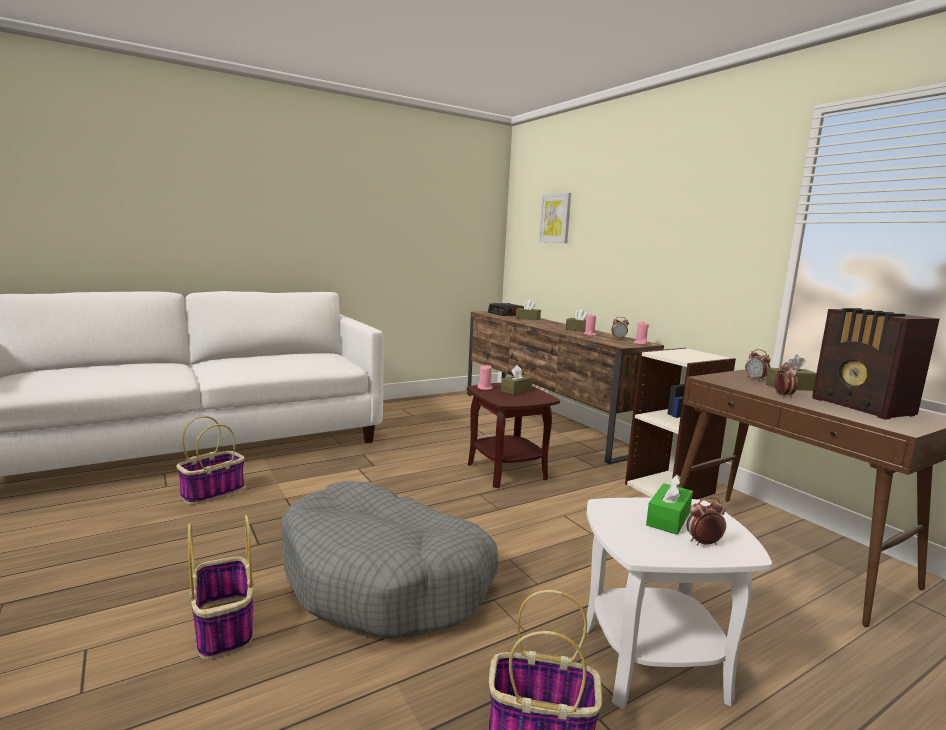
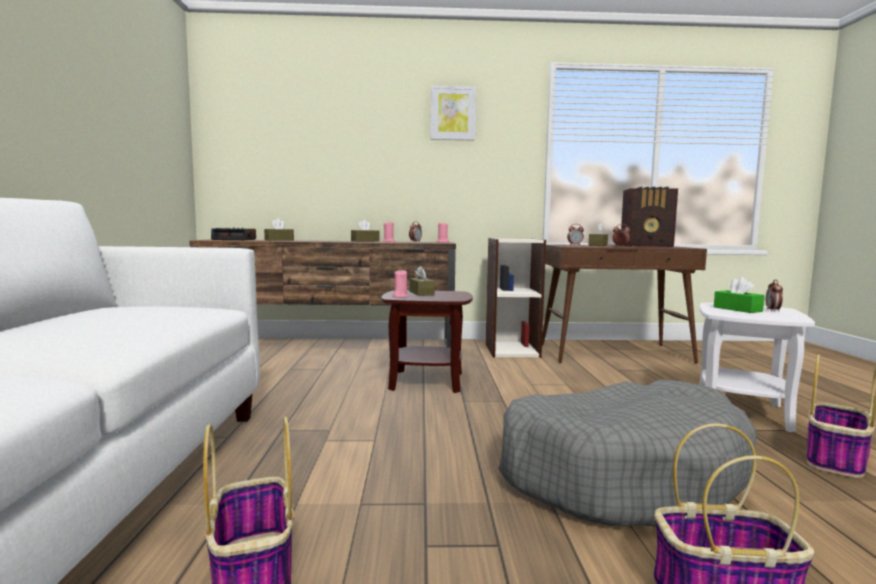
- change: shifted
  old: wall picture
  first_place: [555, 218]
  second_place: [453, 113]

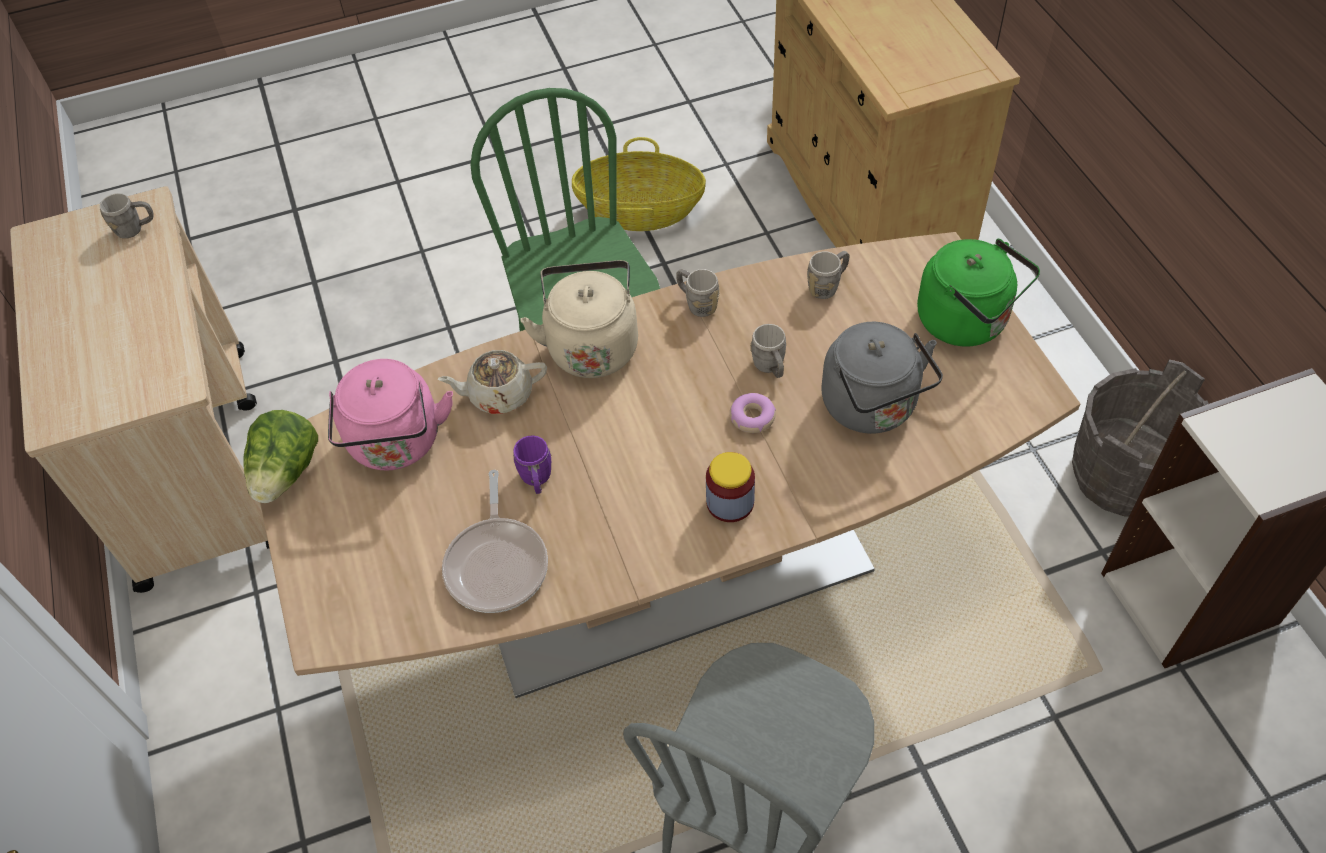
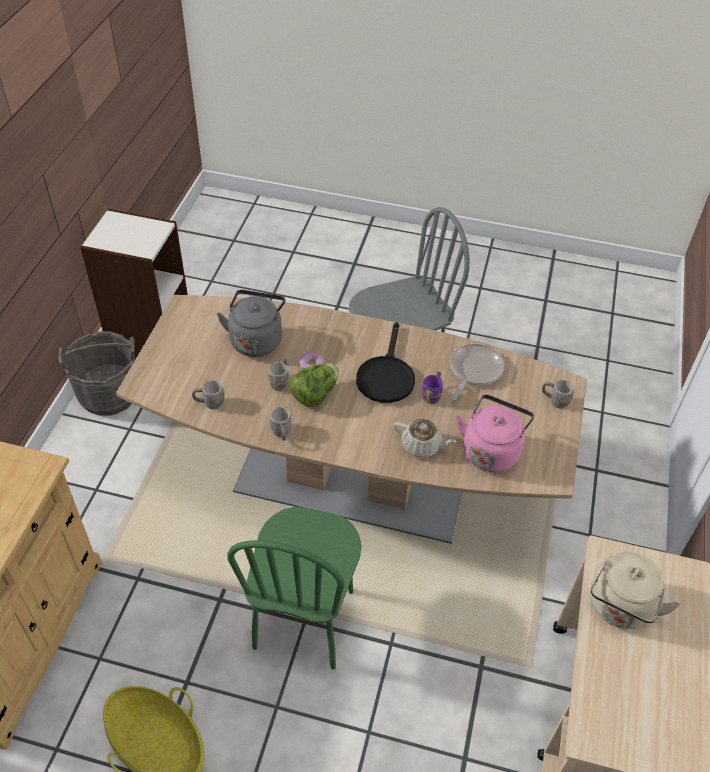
- change: gone
  old: storage jar
  first_place: [730, 502]
- change: gone
  old: tea kettle in green-coloured
  first_place: [967, 322]
- change: new
  new: skillet in black
  second_place: [386, 375]
- change: shifted
  old: mug in gray
  first_place: [135, 229]
  second_place: [555, 400]
- change: shifted
  old: head of lettuce
  first_place: [287, 473]
  second_place: [315, 394]
- change: shifted
  old: tea kettle in beige
  first_place: [591, 345]
  second_place: [619, 608]

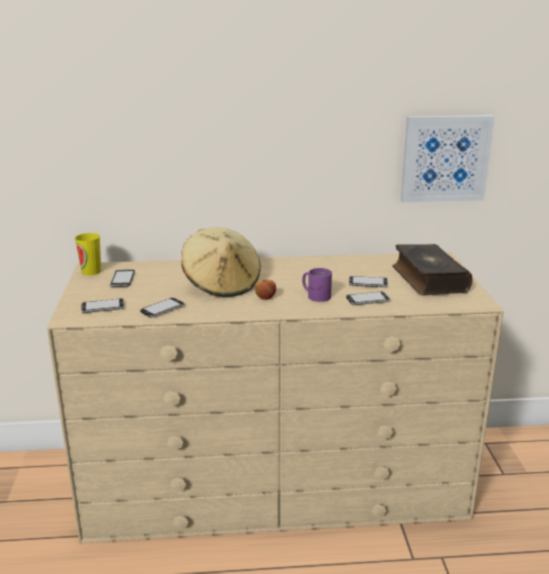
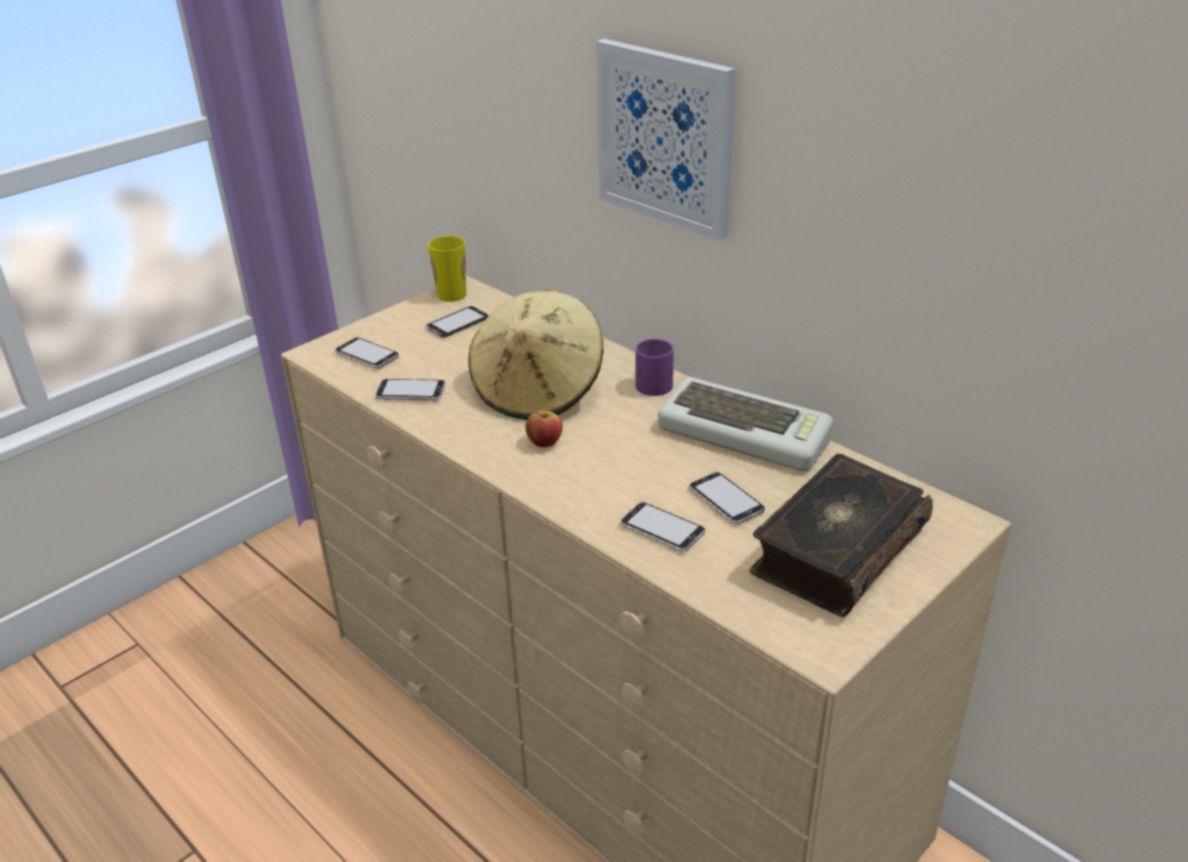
- change: new
  new: computer keyboard
  second_place: [746, 434]
- change: shifted
  old: mug in purplish
  first_place: [316, 295]
  second_place: [655, 381]
- change: shifted
  old: wall picture
  first_place: [445, 158]
  second_place: [665, 137]

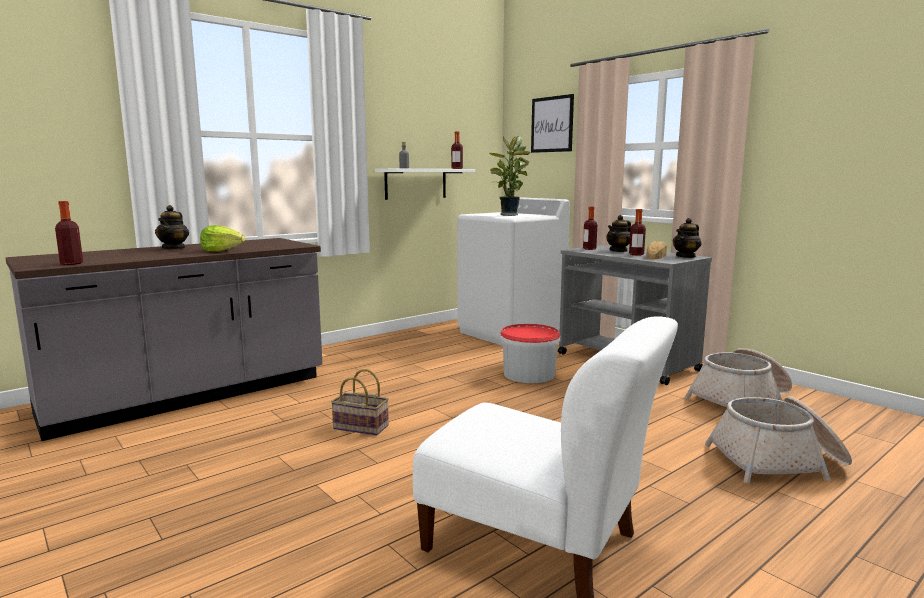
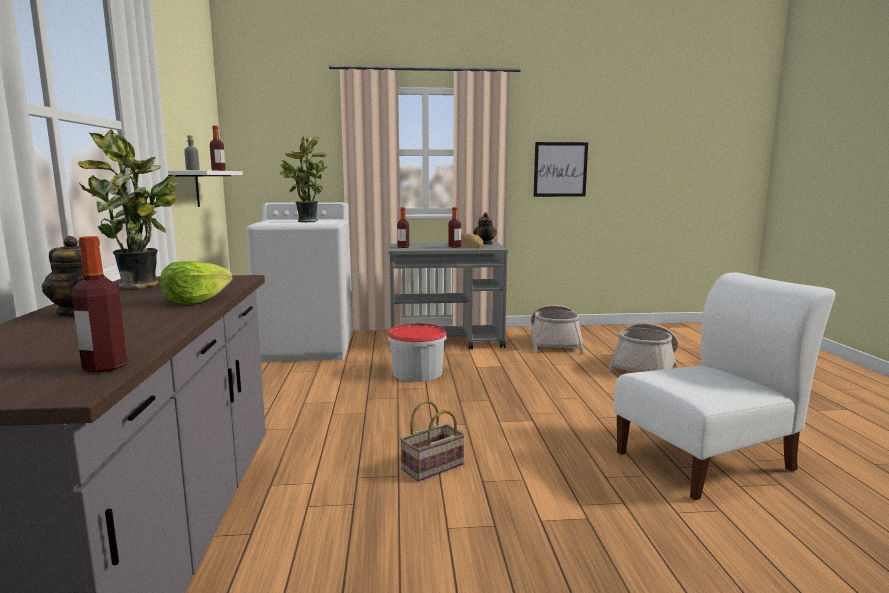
- change: gone
  old: pot for tea
  first_place: [618, 250]
- change: new
  new: houseplant
  second_place: [143, 286]
- change: shifted
  old: wall picture
  first_place: [552, 124]
  second_place: [560, 169]

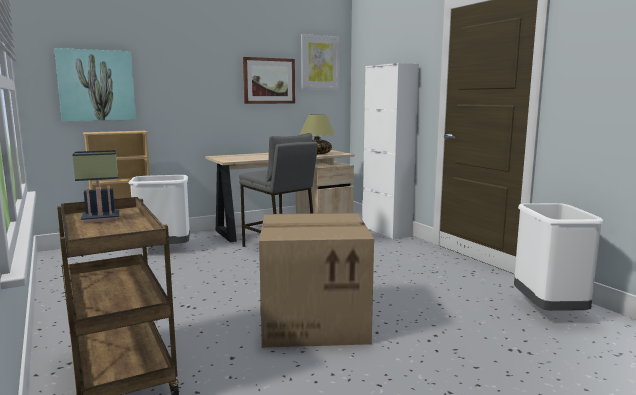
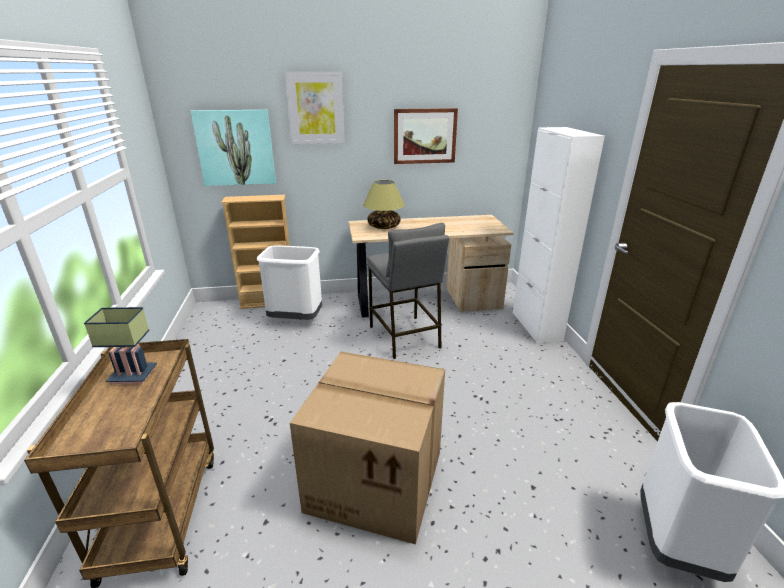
- change: shifted
  old: table lamp
  first_place: [317, 153]
  second_place: [384, 226]
- change: shifted
  old: wall picture
  first_place: [319, 62]
  second_place: [315, 108]

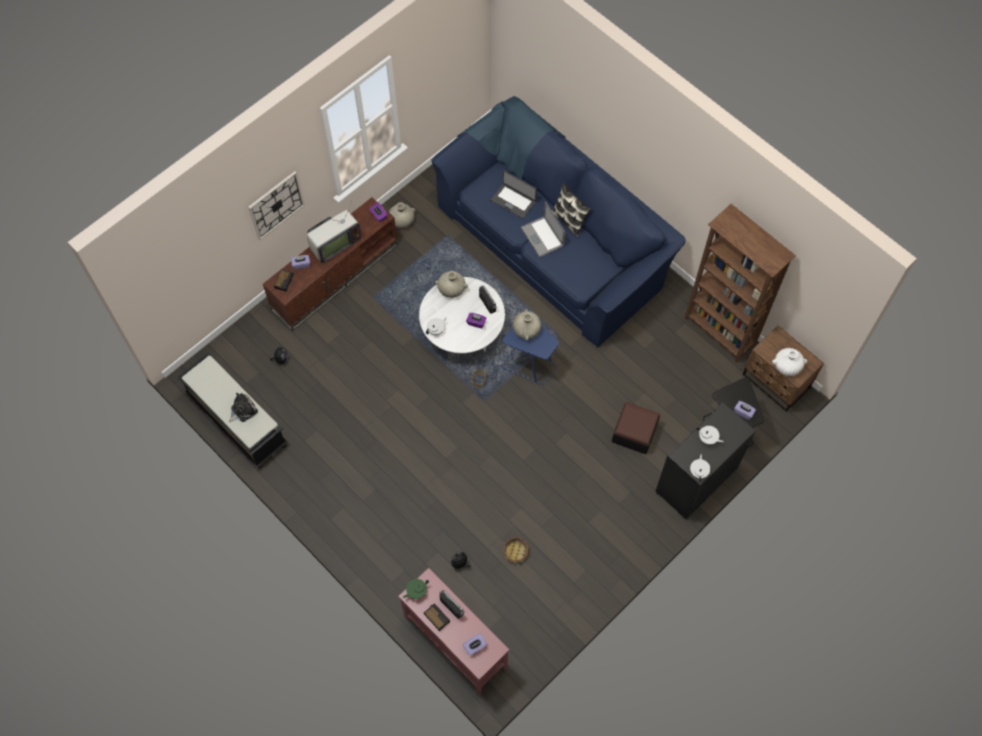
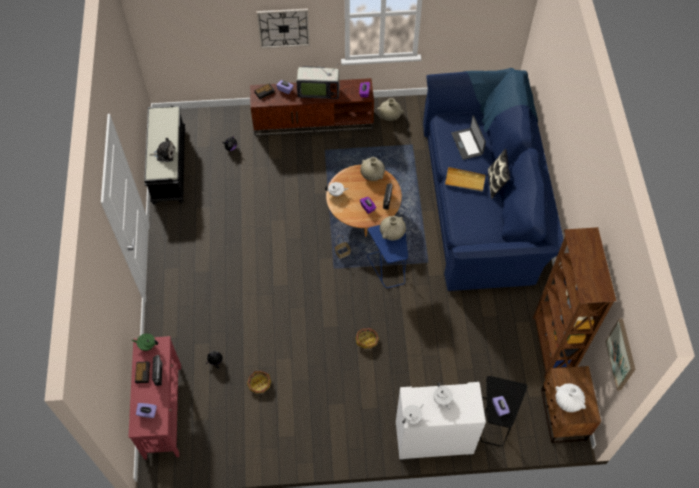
- change: gone
  old: pouffe
  first_place: [634, 432]
- change: new
  new: storage basket
  second_place: [367, 340]
- change: new
  new: wall picture
  second_place: [621, 354]
- change: swapped
  old: laptop
  new: carrying tray in beige
  first_place: [542, 236]
  second_place: [465, 180]
- change: repainted
  old: low table in white-coloured
  new: low table in brown-coloured
  first_place: [462, 331]
  second_place: [363, 213]
- change: repainted
  old: storage cabinet in black
  new: storage cabinet in white-coloured
  first_place: [696, 481]
  second_place: [433, 438]

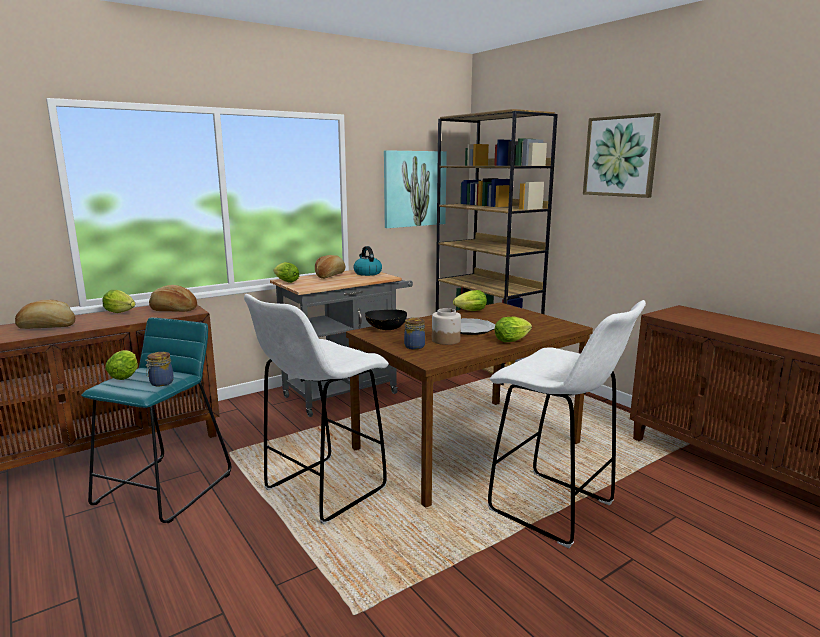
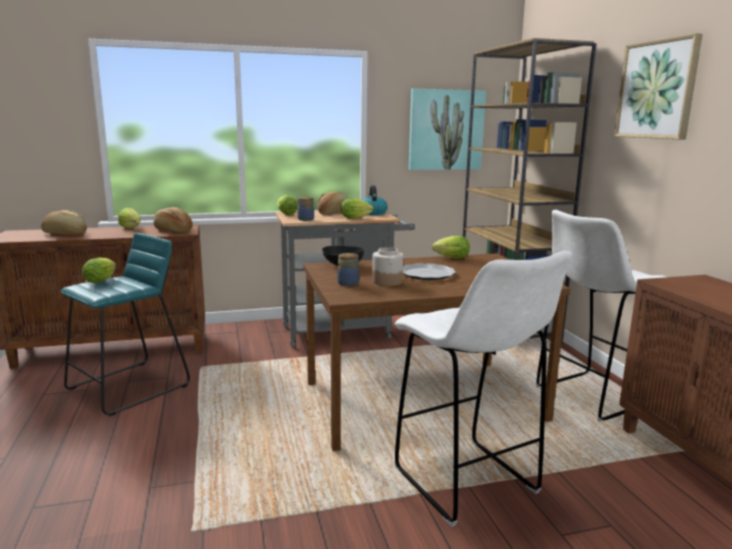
- change: shifted
  old: storage jar
  first_place: [160, 383]
  second_place: [305, 219]
- change: shifted
  old: stool in white-coloured
  first_place: [322, 490]
  second_place: [589, 397]
- change: shifted
  old: head of lettuce
  first_place: [513, 340]
  second_place: [357, 218]

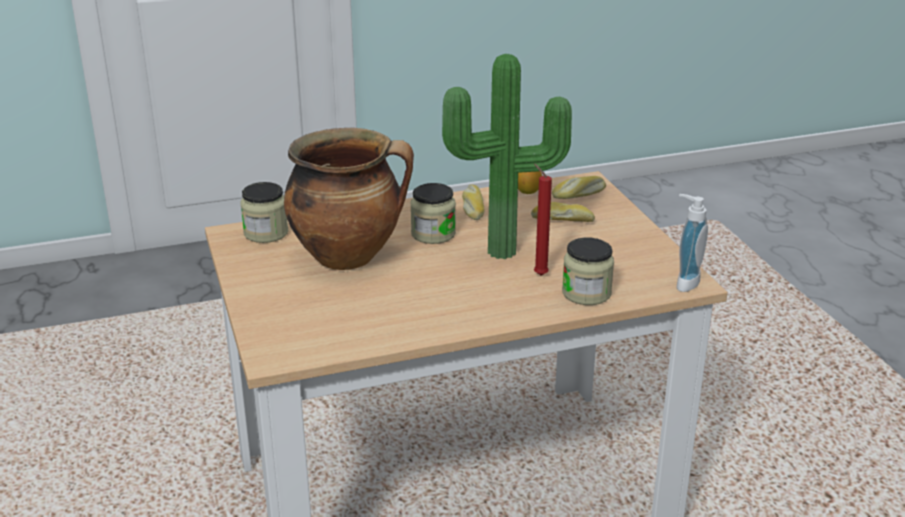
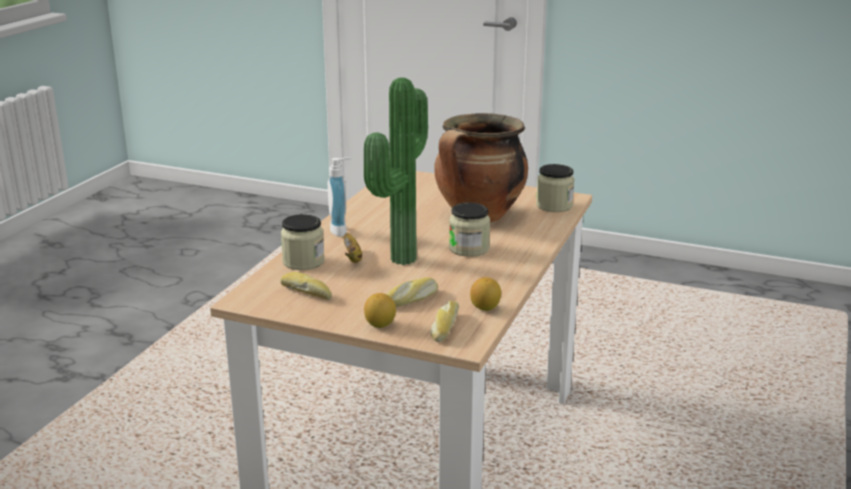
- change: new
  new: lemon
  second_place: [380, 325]
- change: shifted
  old: bakery bread
  first_place: [472, 208]
  second_place: [307, 292]
- change: shifted
  old: soap bottle
  first_place: [683, 282]
  second_place: [342, 230]
- change: swapped
  old: wax light in red
  new: banana fruit
  first_place: [538, 274]
  second_place: [353, 258]

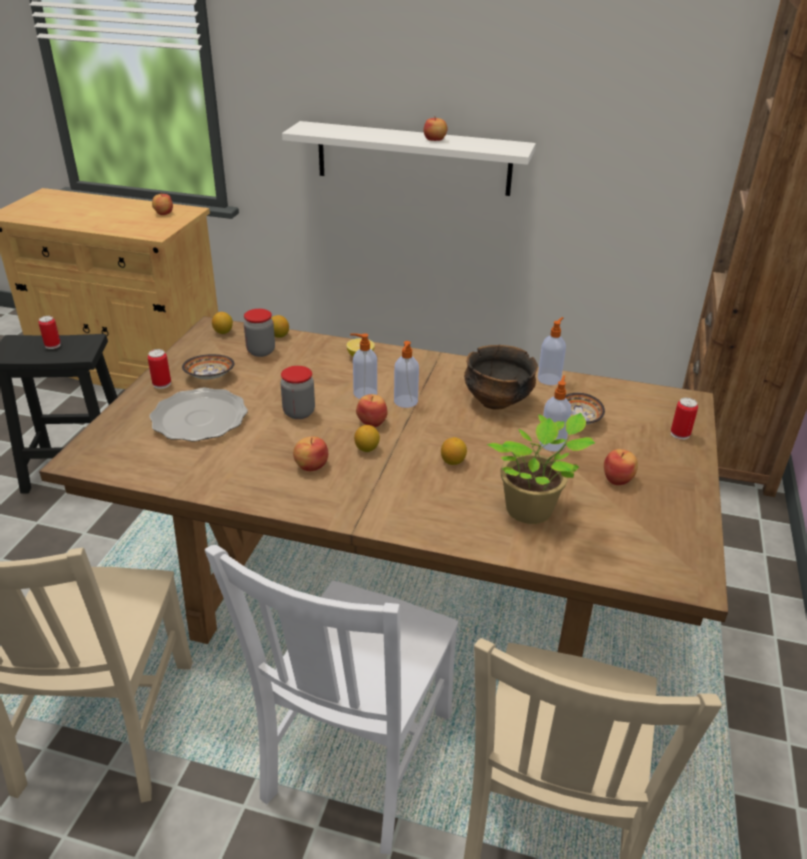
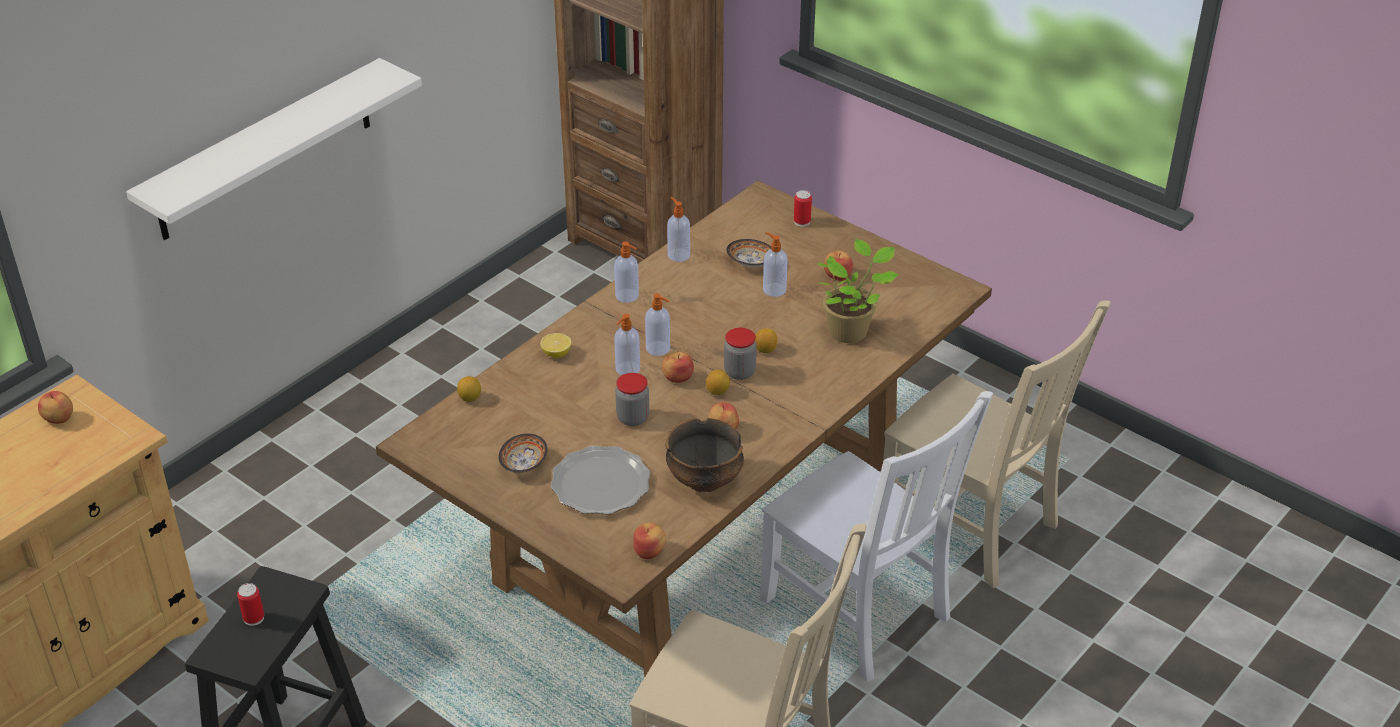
- change: gone
  old: sealed can
  first_place: [162, 384]
- change: gone
  old: lemon
  first_place: [223, 332]
- change: new
  new: soap bottle
  second_place: [627, 296]
- change: shifted
  old: storage jar
  first_place: [261, 351]
  second_place: [739, 372]
- change: shifted
  old: whole apple
  first_place: [435, 140]
  second_place: [649, 551]
- change: shifted
  old: serving bowl
  first_place: [496, 401]
  second_place: [704, 480]

